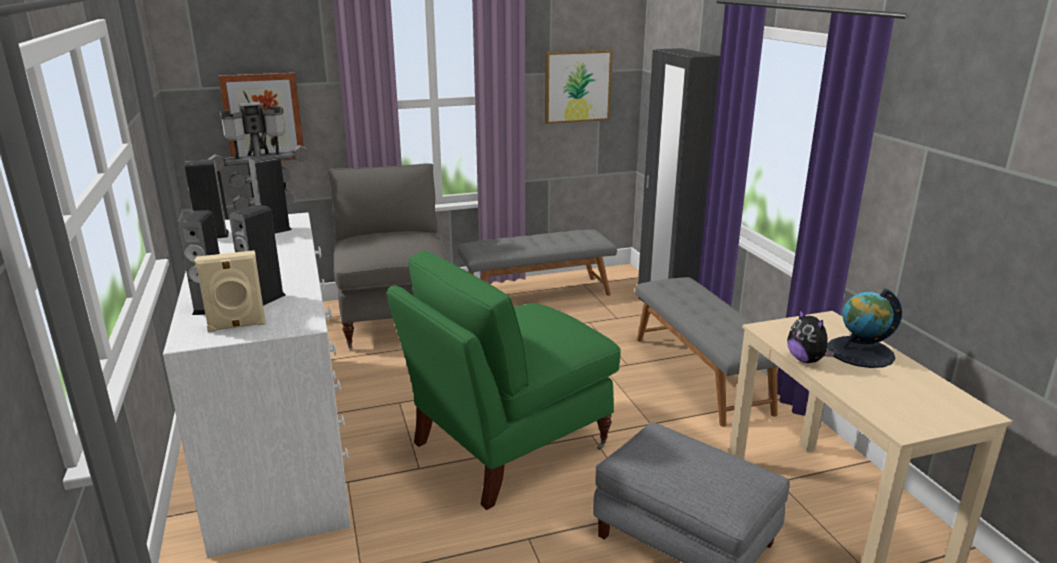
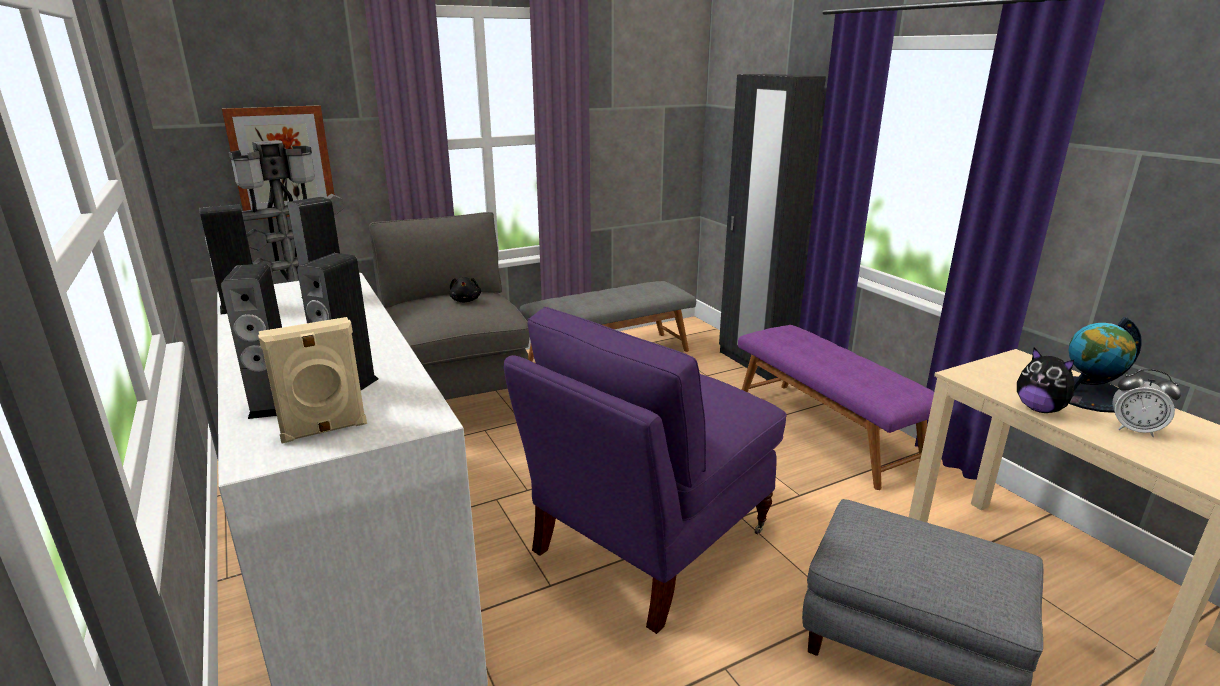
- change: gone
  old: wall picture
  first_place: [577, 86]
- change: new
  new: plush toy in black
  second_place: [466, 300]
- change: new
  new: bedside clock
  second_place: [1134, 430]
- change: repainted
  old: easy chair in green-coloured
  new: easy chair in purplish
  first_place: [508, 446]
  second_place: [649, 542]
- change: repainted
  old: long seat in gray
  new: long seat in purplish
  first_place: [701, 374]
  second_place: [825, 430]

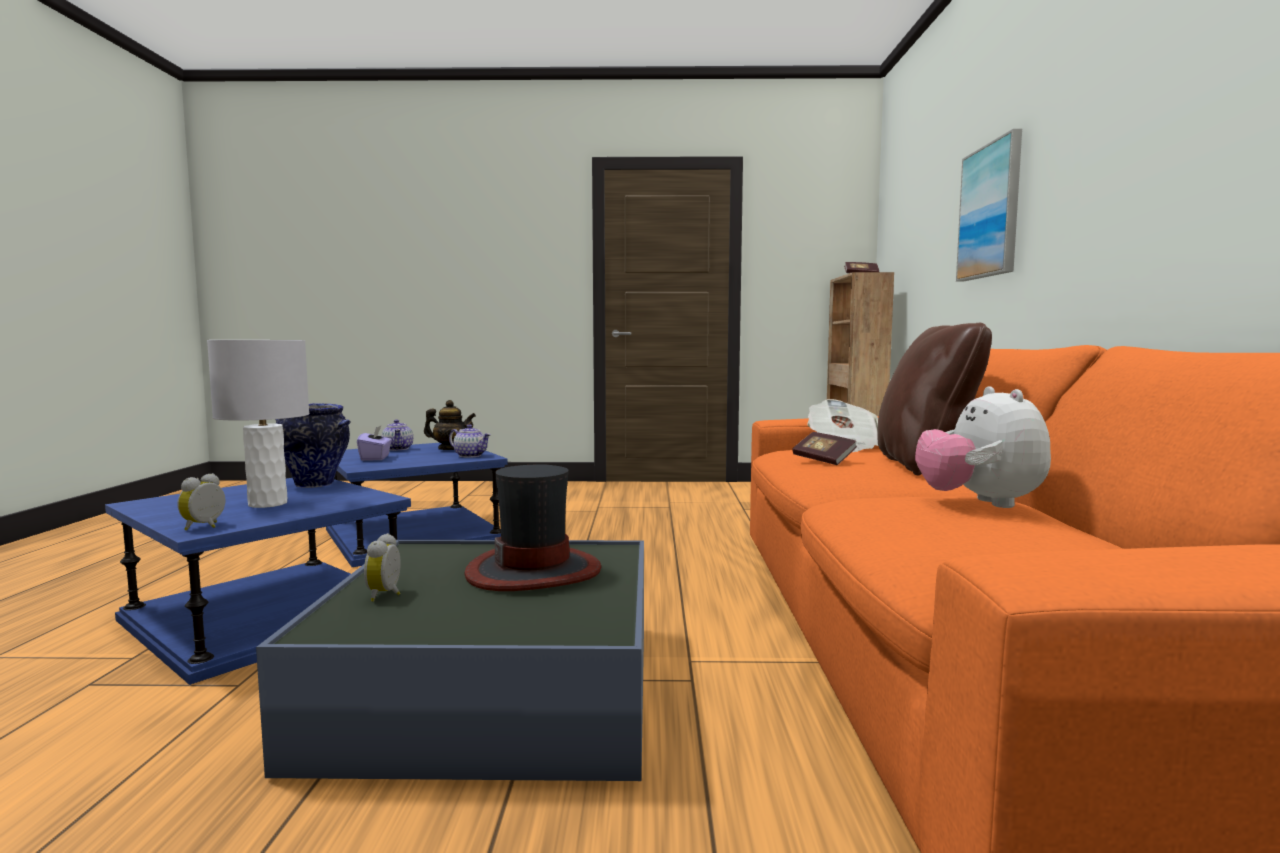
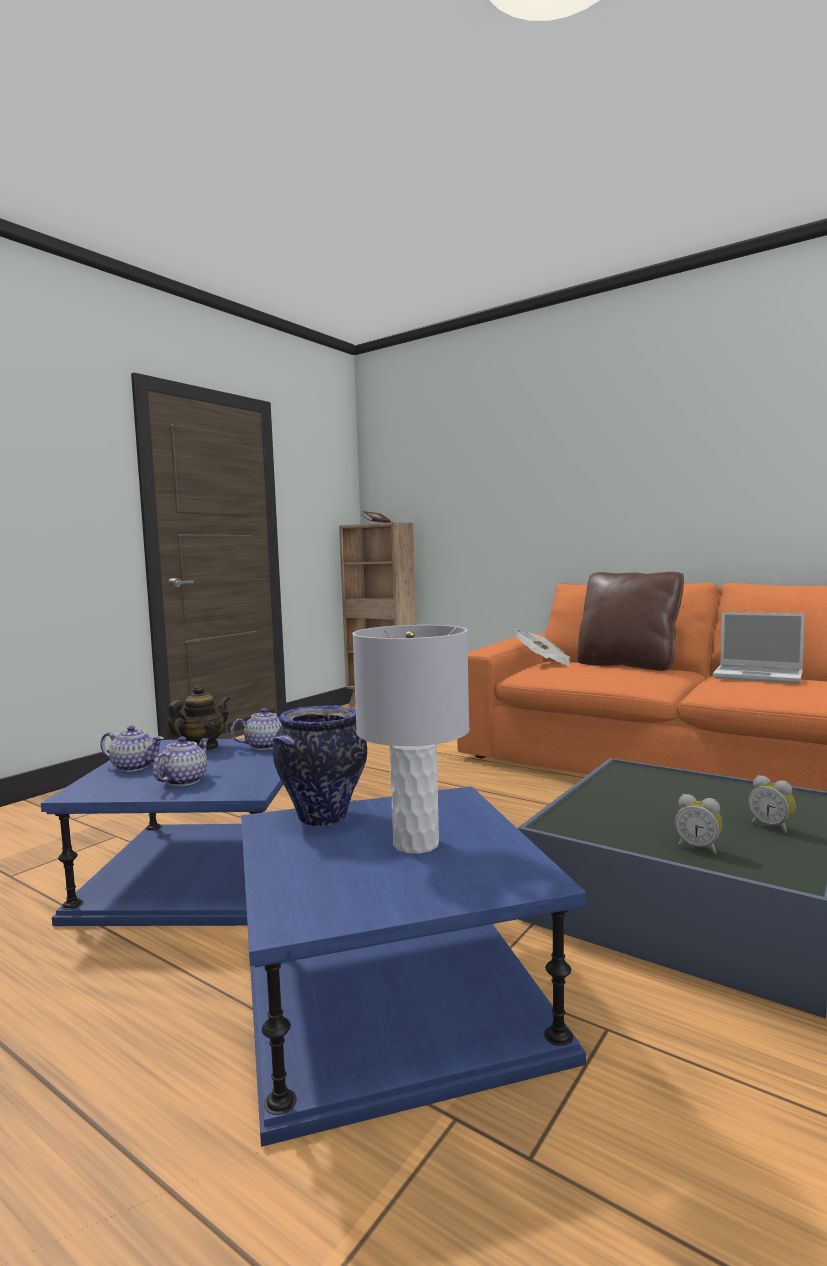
- change: gone
  old: hat
  first_place: [534, 571]
- change: gone
  old: book
  first_place: [823, 460]
- change: gone
  old: wall picture
  first_place: [990, 211]
- change: shifted
  old: bedside clock
  first_place: [205, 527]
  second_place: [772, 827]
- change: swapped
  old: tissue box in purplish
  new: pot for tea
  first_place: [375, 458]
  second_place: [183, 781]
- change: swapped
  old: plush toy
  new: laptop
  first_place: [979, 503]
  second_place: [759, 676]

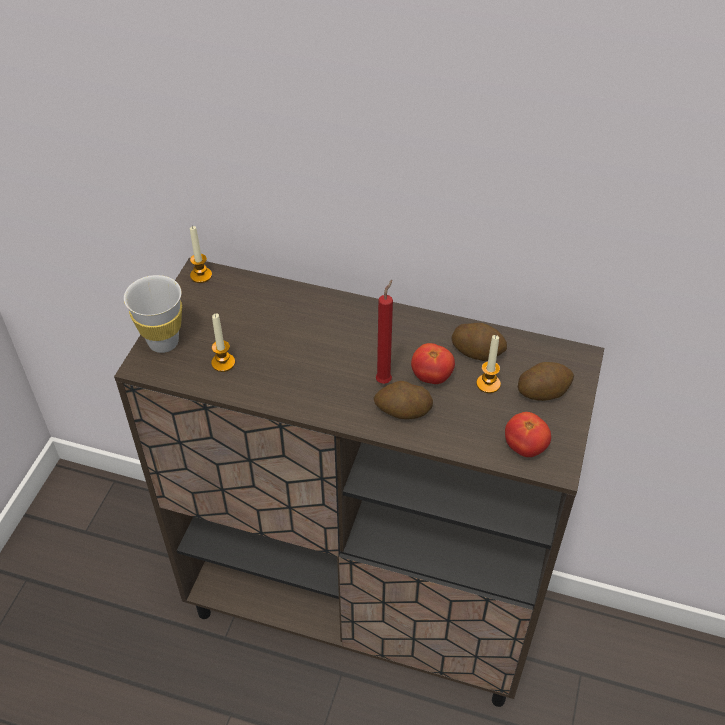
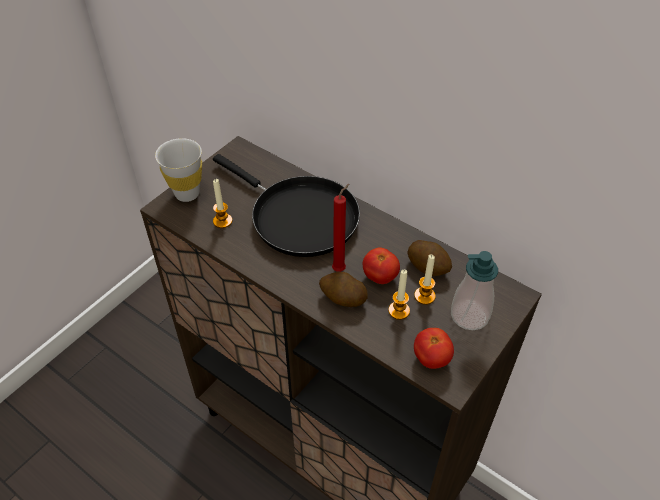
- change: new
  new: skillet in black
  second_place: [299, 217]
- change: shifted
  old: wax light
  first_place: [201, 275]
  second_place: [399, 311]
- change: swapped
  old: whole potato
  new: soap bottle
  first_place: [543, 391]
  second_place: [469, 315]

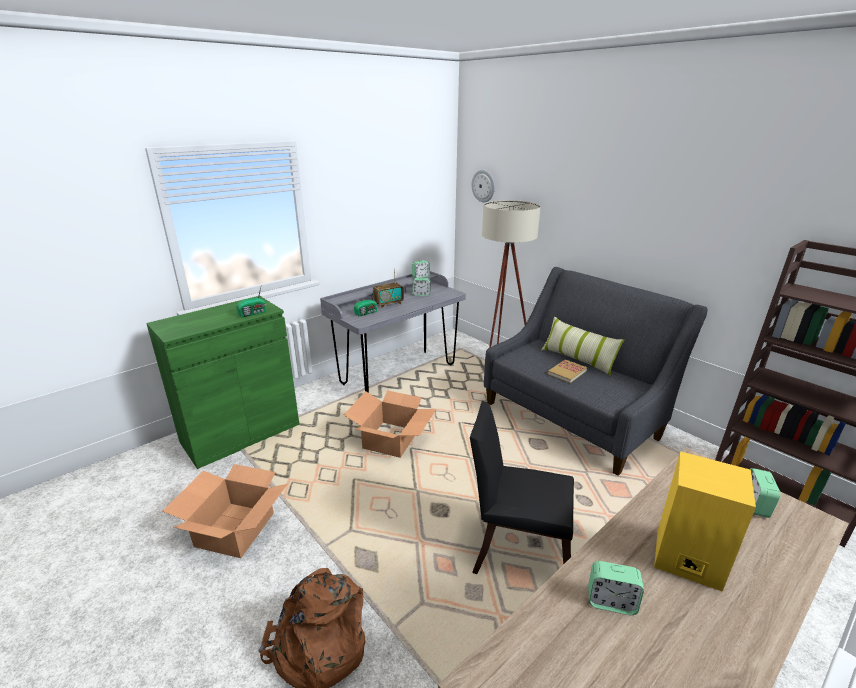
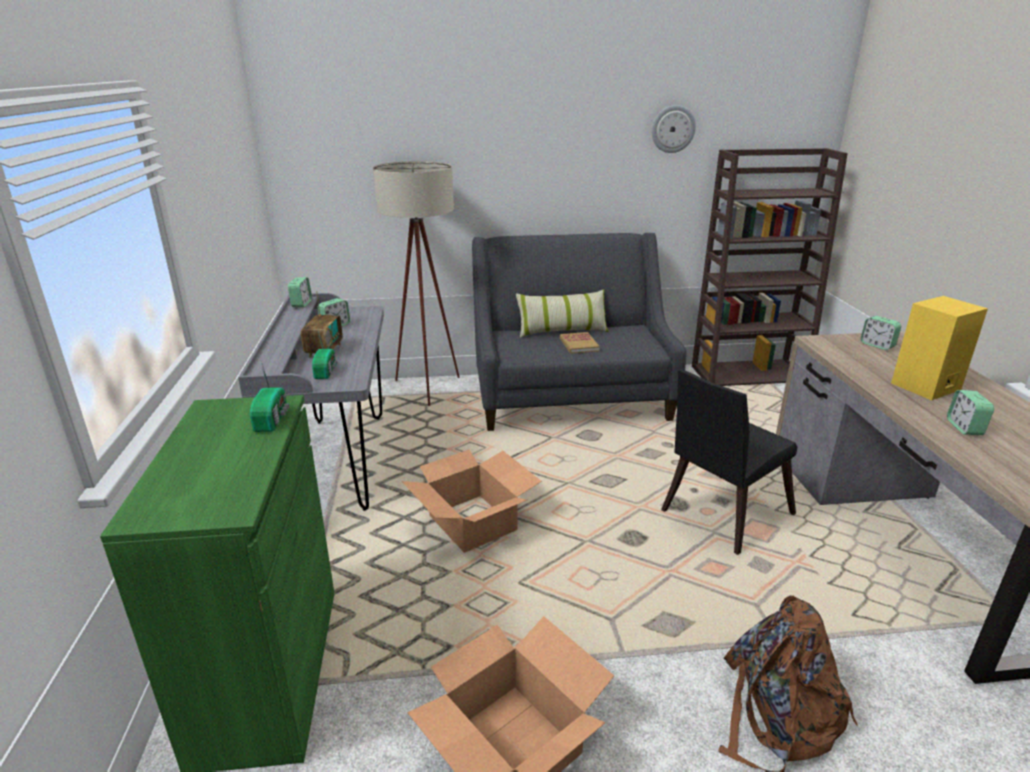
- change: shifted
  old: hanging clock
  first_place: [483, 186]
  second_place: [673, 129]
- change: rotated
  old: bedside clock
  first_place: [611, 602]
  second_place: [964, 428]
  degrees: 135

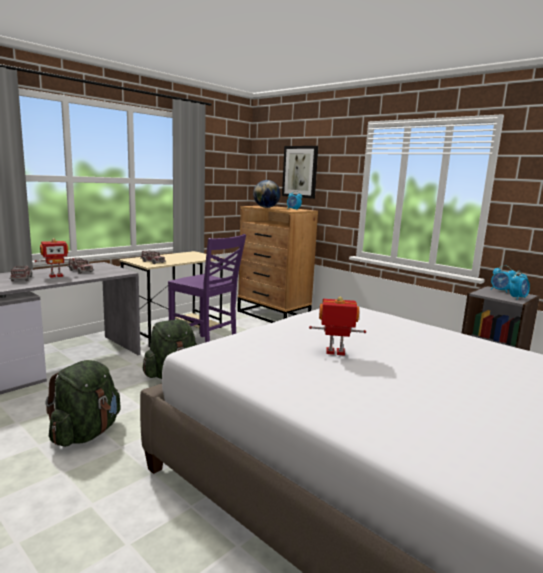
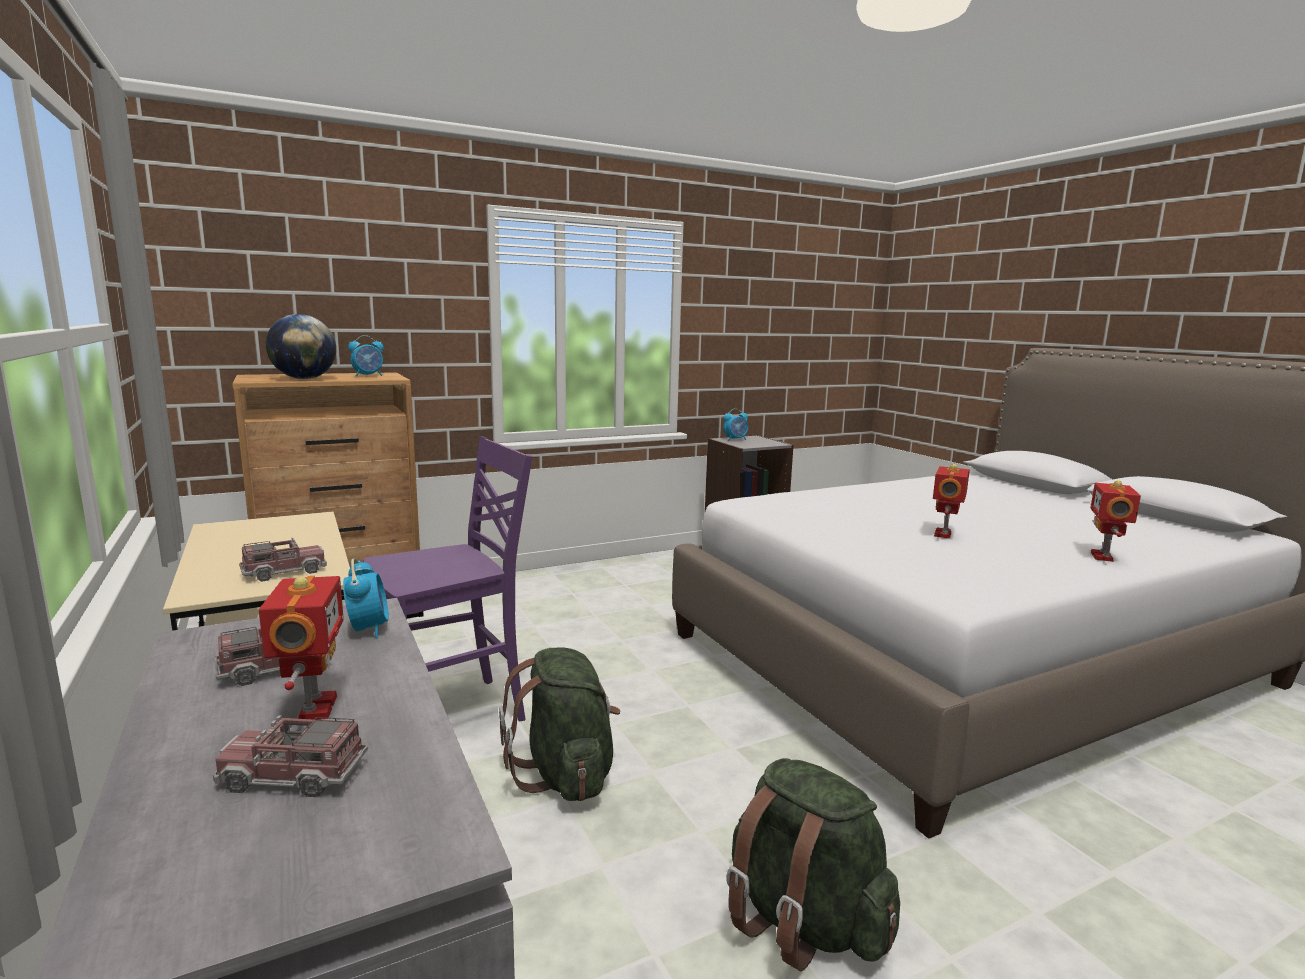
- change: gone
  old: wall picture
  first_place: [300, 172]
- change: new
  new: toy robot
  second_place: [1104, 557]
- change: shifted
  old: bedside clock
  first_place: [517, 298]
  second_place: [368, 629]

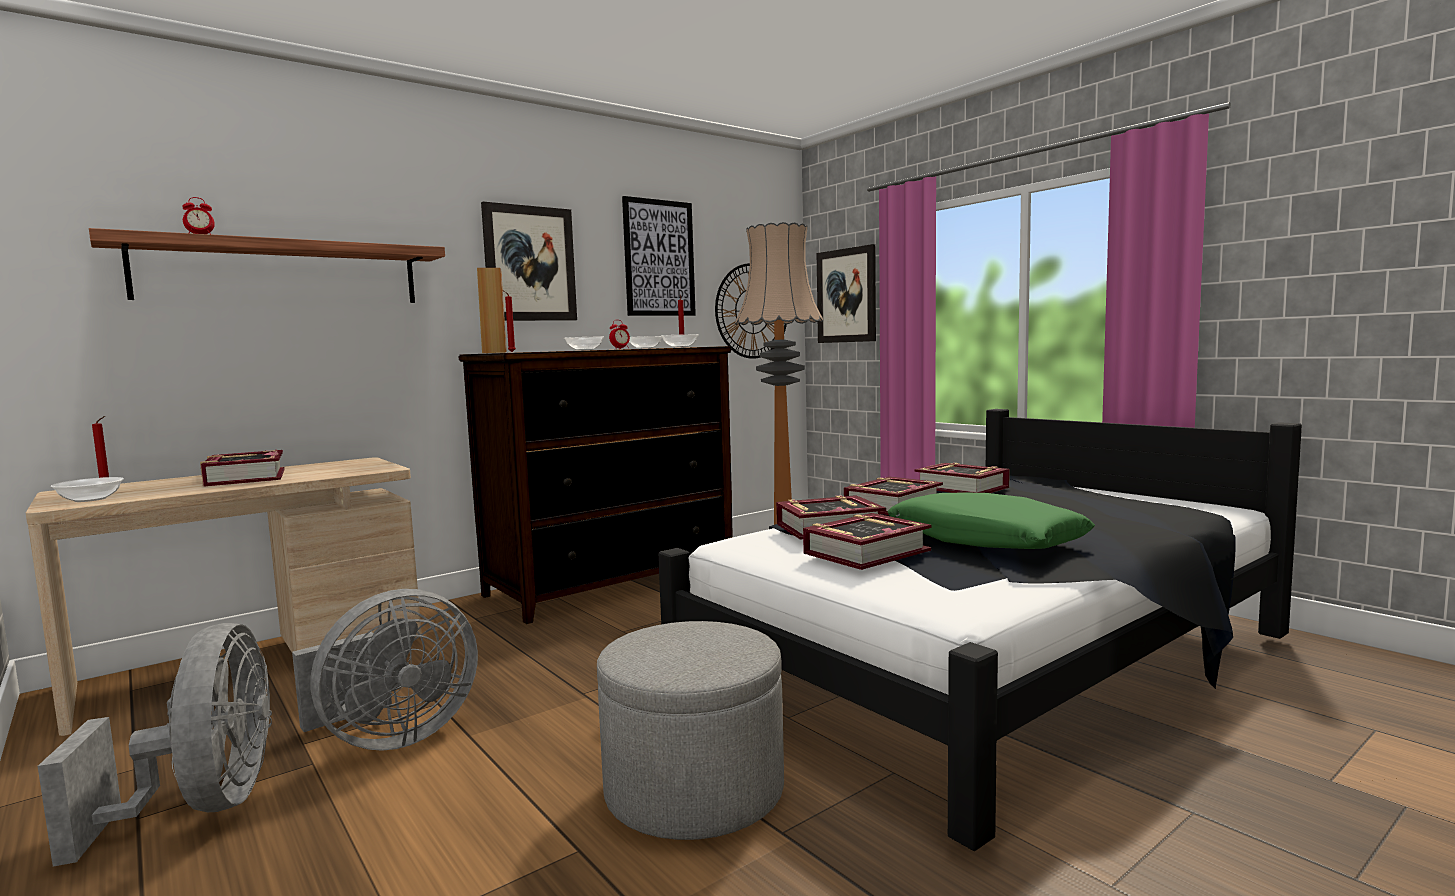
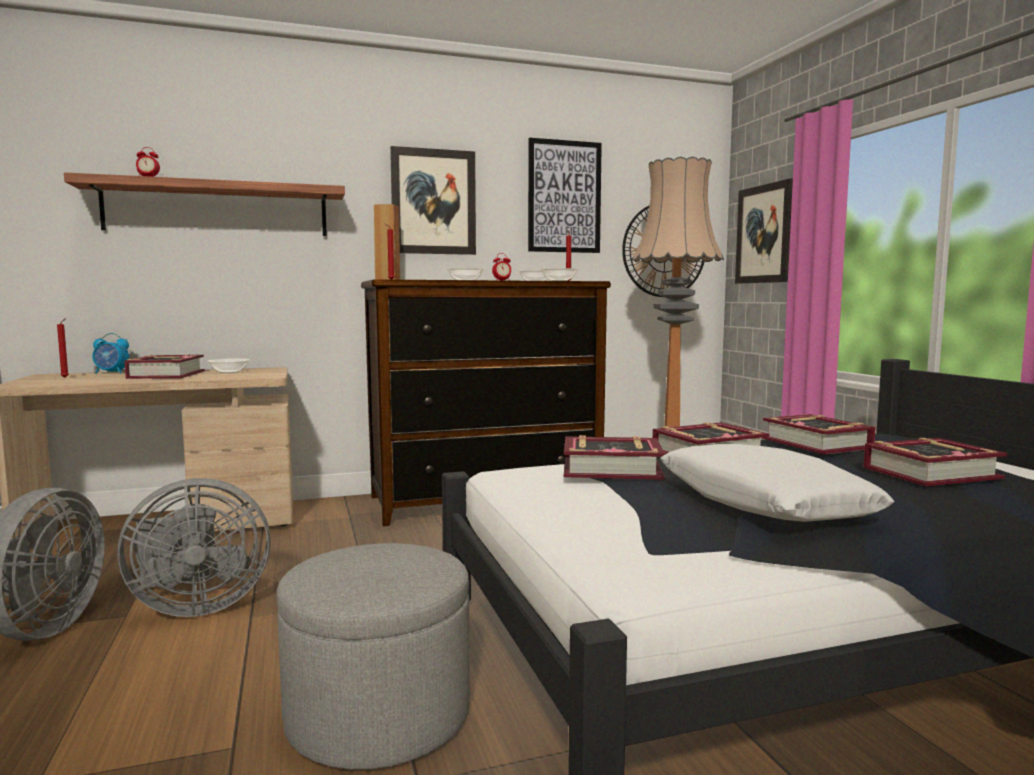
- change: new
  new: bedside clock
  second_place: [111, 373]
- change: shifted
  old: serving bowl
  first_place: [90, 499]
  second_place: [229, 372]
- change: shifted
  old: book
  first_place: [866, 552]
  second_place: [930, 473]
- change: repainted
  old: pillow in green-coloured
  new: pillow in white-coloured
  first_place: [985, 540]
  second_place: [763, 503]

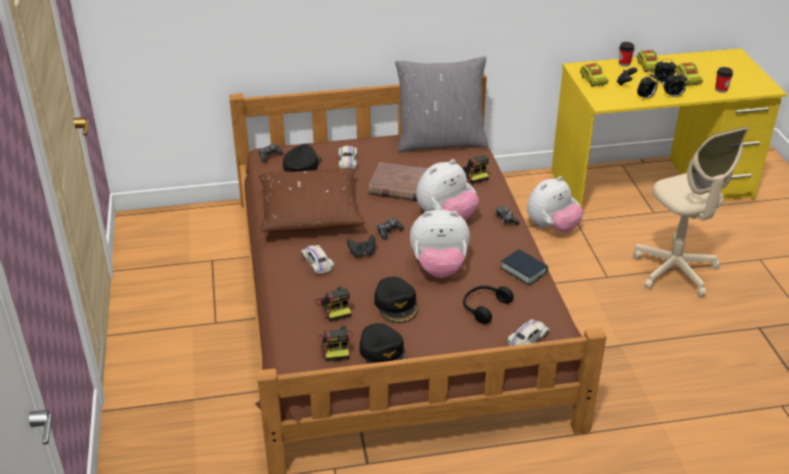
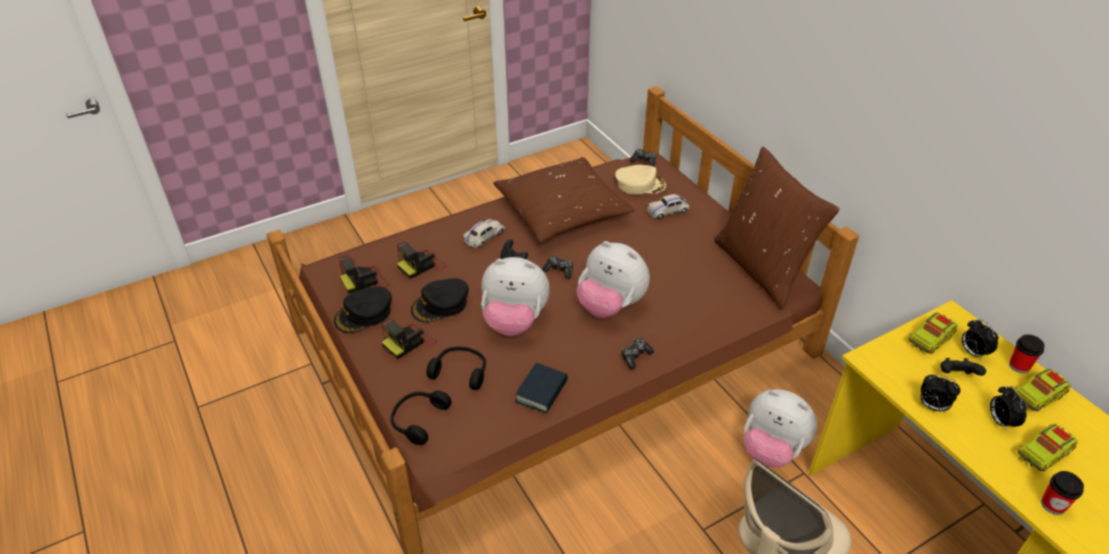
- change: gone
  old: book in brown-coloured
  first_place: [401, 186]
- change: shifted
  old: still camera
  first_place: [472, 174]
  second_place: [409, 342]
- change: shifted
  old: bedside clock
  first_place: [673, 96]
  second_place: [972, 352]
- change: swapped
  old: toy car in white-coloured
  new: headset in black
  first_place: [528, 339]
  second_place: [418, 420]
- change: repainted
  old: peaked cap in black
  new: peaked cap in beige
  first_place: [301, 165]
  second_place: [640, 184]
- change: repainted
  old: pillow in gray
  new: pillow in brown-coloured
  first_place: [441, 142]
  second_place: [762, 268]
- change: rotated
  old: plush toy
  first_place: [439, 268]
  second_place: [514, 321]
  degrees: -60

